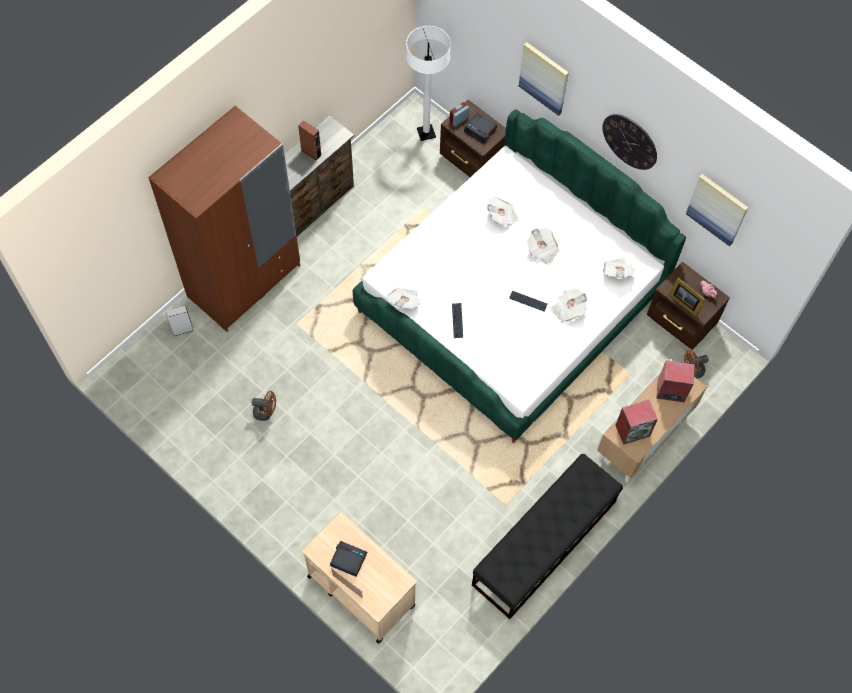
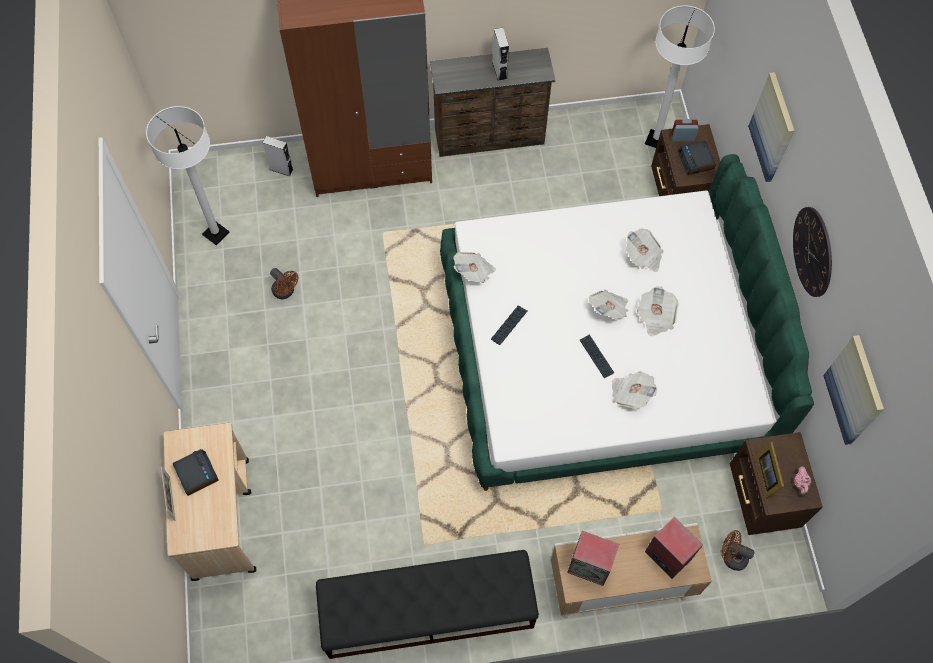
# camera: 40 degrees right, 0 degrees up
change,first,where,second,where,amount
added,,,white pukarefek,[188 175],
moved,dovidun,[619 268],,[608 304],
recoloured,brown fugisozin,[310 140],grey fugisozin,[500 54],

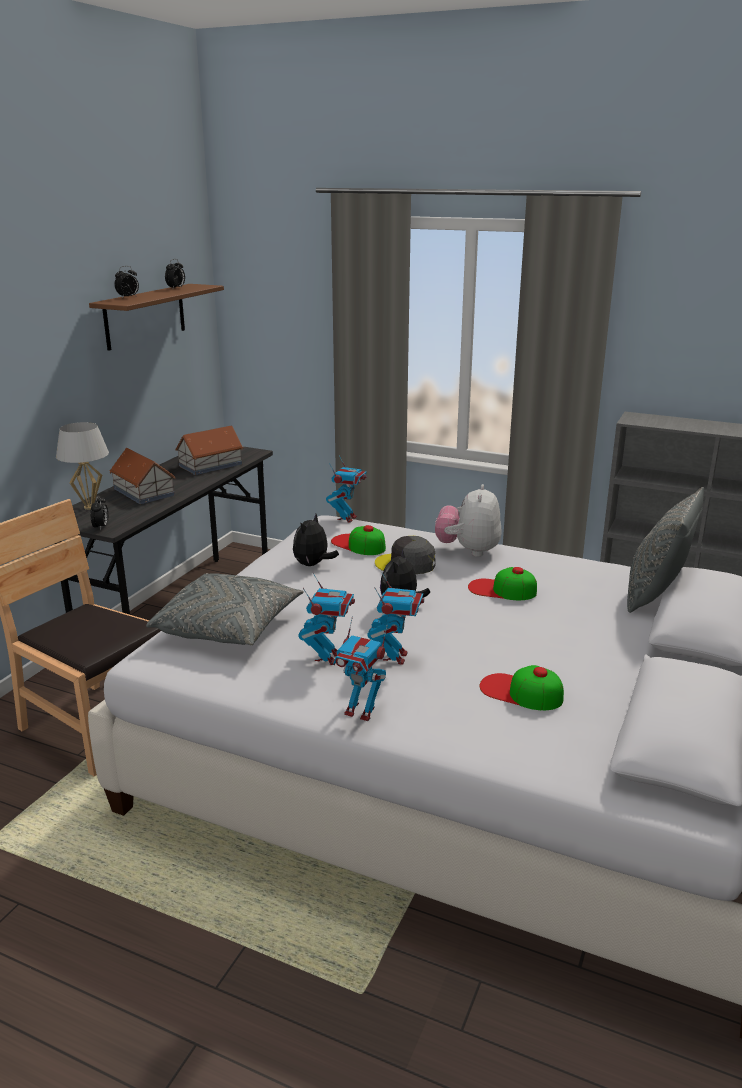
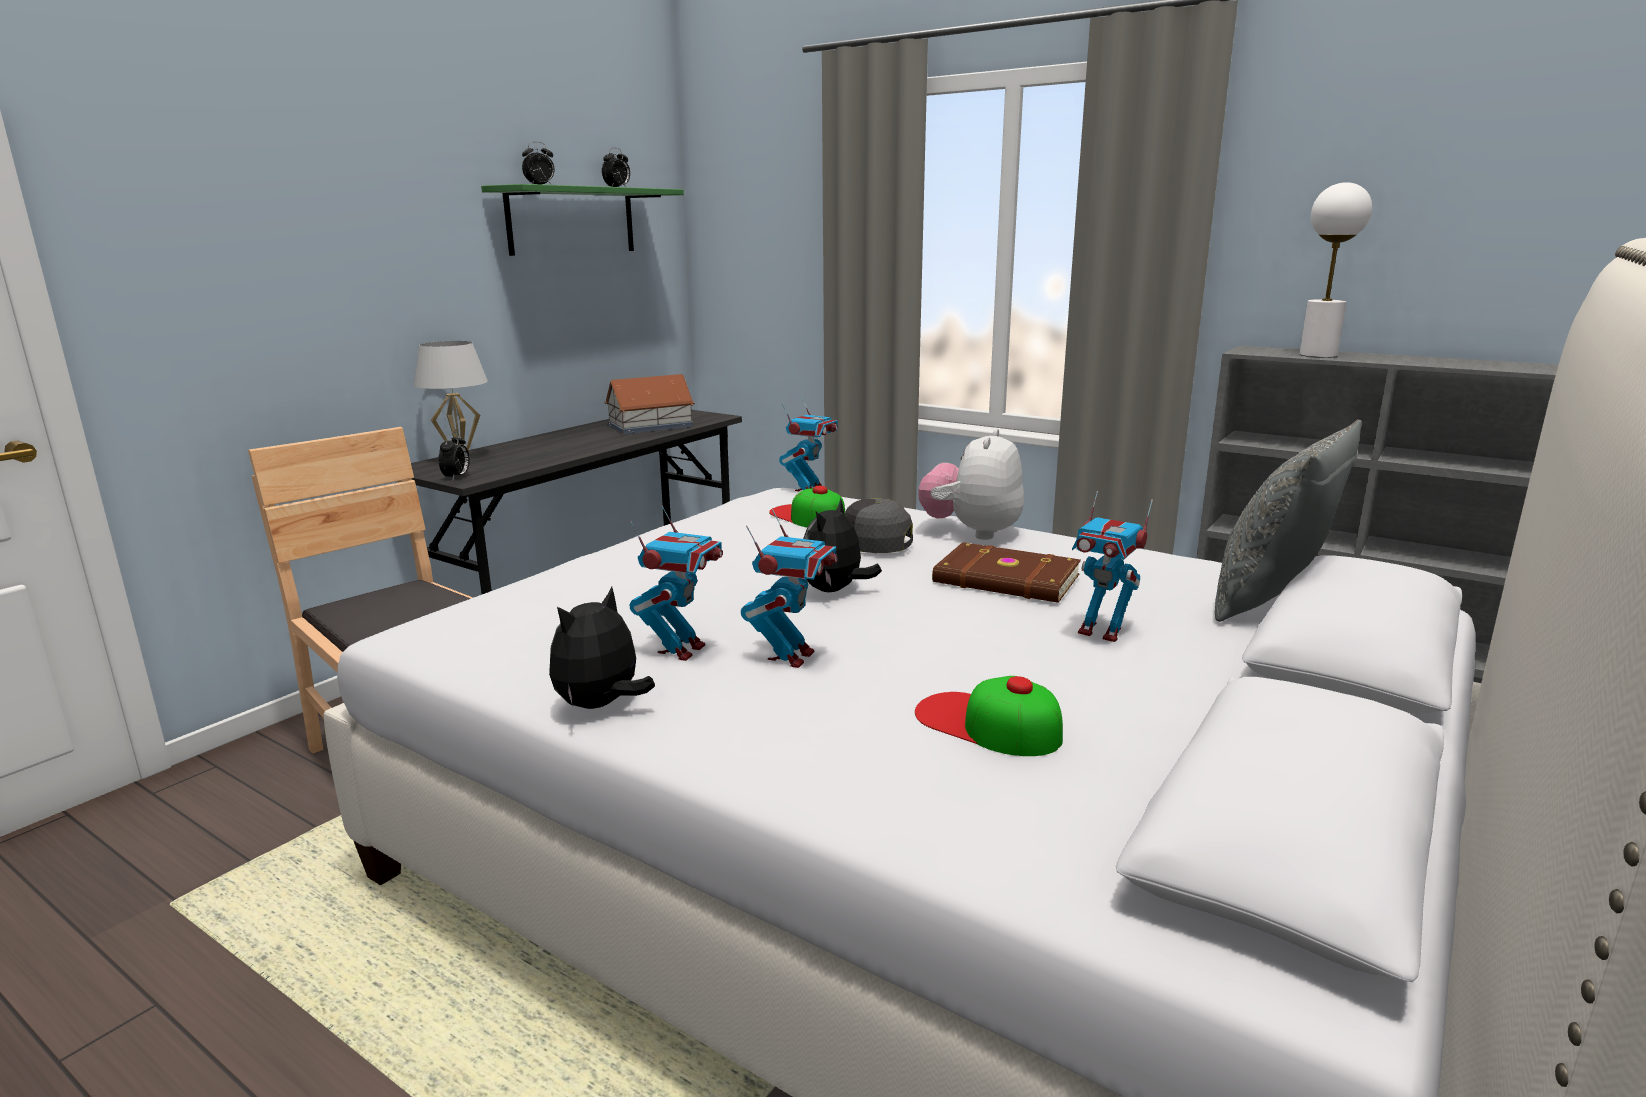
# camera: 10 degrees right, 5 degrees down
change,first,where,second,where,amount
removed,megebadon,[143 476],,,
removed,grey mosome,[225 609],,,
added,,,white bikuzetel,[1336 270],
moved,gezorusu,[316 540],,[602 648],
moved,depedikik,[360 669],,[1112 566],
replaced,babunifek,[502 583],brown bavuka,[1006 572],
recoloured,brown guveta,[156 317],green guveta,[582 220],

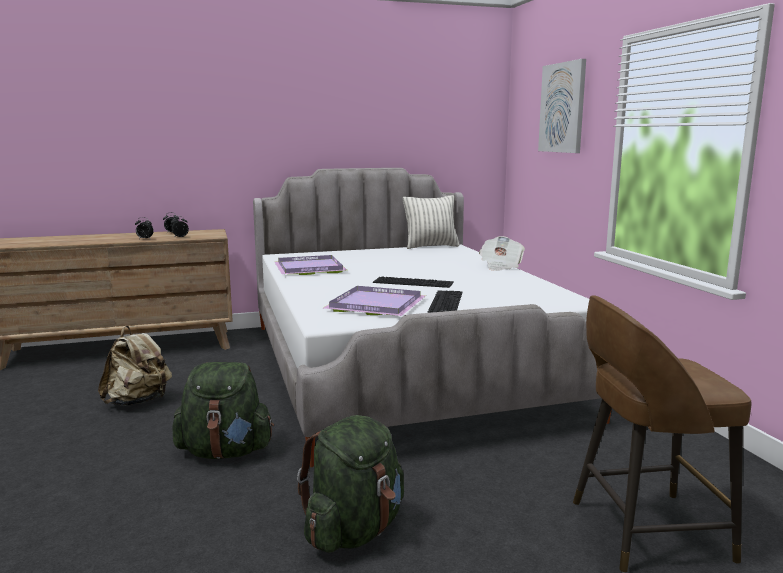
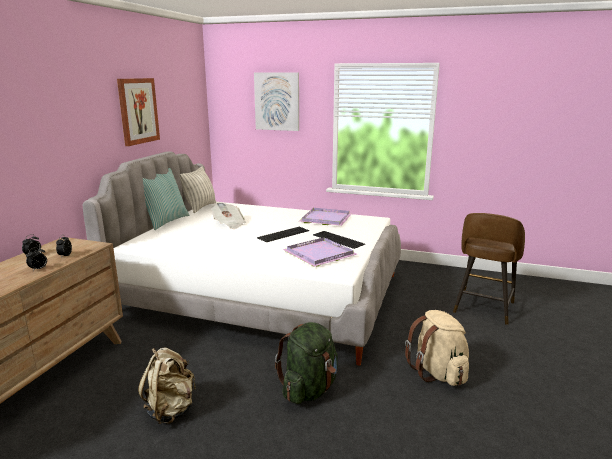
# camera: 55 degrees left, 5 degrees up
change,first,where,second,where,amount
added,,,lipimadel,[138 112],
added,,,mosome,[166 199],
moved,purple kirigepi,[310 265],,[325 217],
moved,dovidun,[502 253],,[228 215],
recoloured,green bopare,[350 484],beige bopare,[437 348],

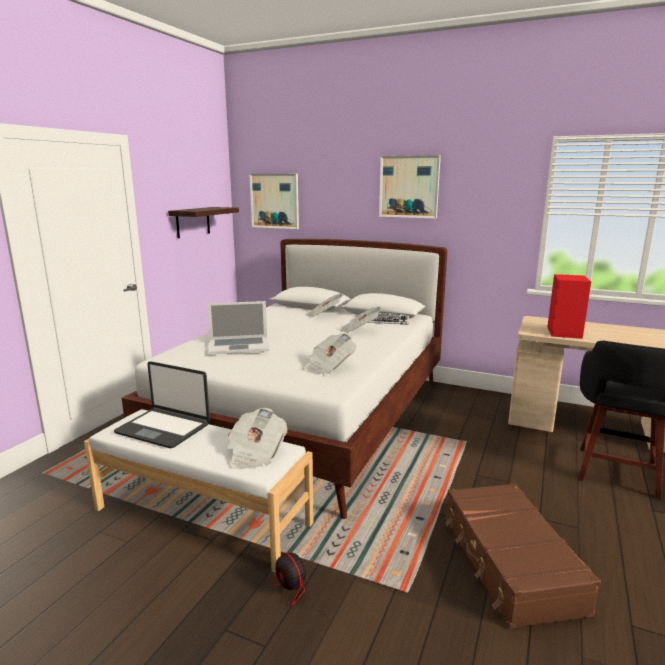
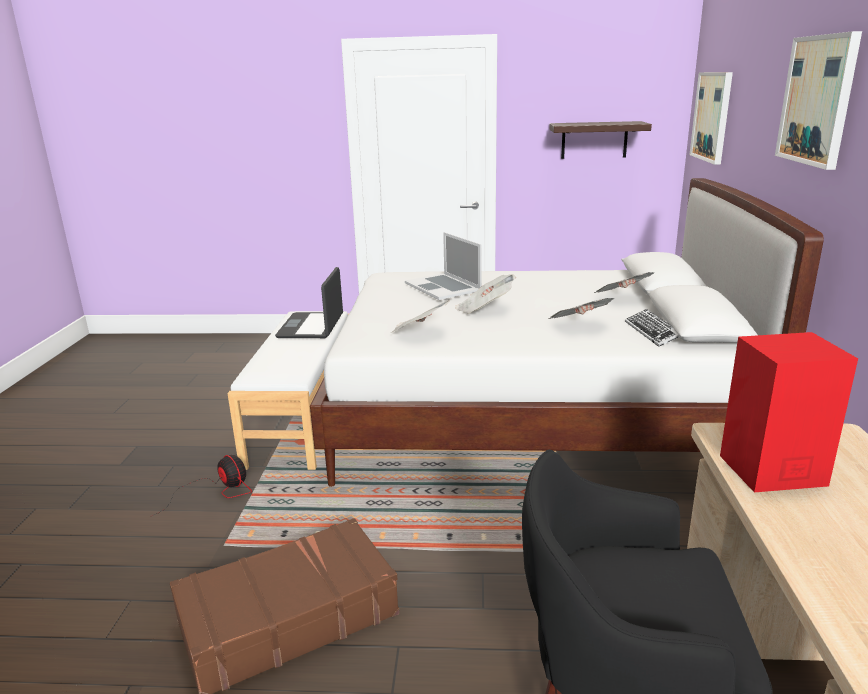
# camera: 70 degrees right, 5 degrees up
change,first,where,second,where,amount
moved,dovidun,[257 438],,[485 294],
turned,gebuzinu,[314 584],,[202 485],105 degrees clockwise

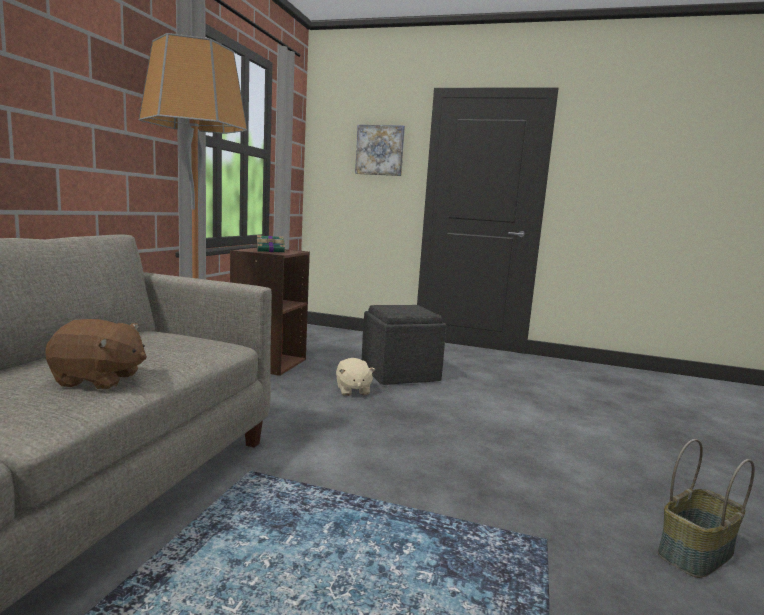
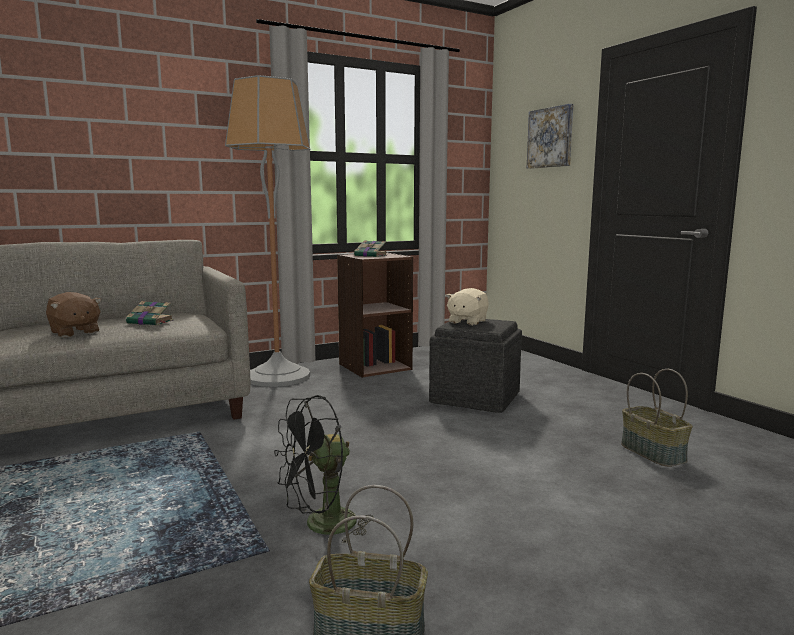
# camera: 45 degrees right, 0 degrees up
change,first,where,second,where,amount
added,,,bavuka,[149 313],
added,,,black gebuzinu,[324 469],
added,,,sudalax,[656 418],
moved,beige gezorusu,[355 377],,[467 306],

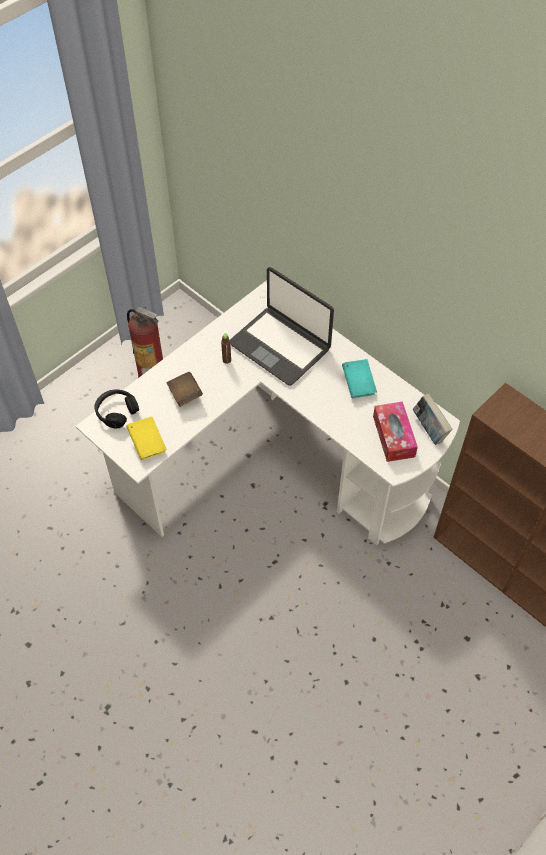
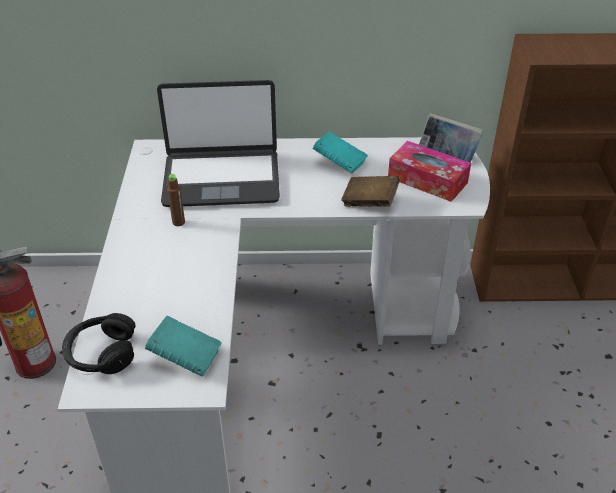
# camera: 45 degrees left, 15 degrees down
change,first,where,second,where,amount
moved,brown bavuka,[185 389],,[370 191],
recoloured,yellow bavuka,[146 438],turquoise bavuka,[183 346],

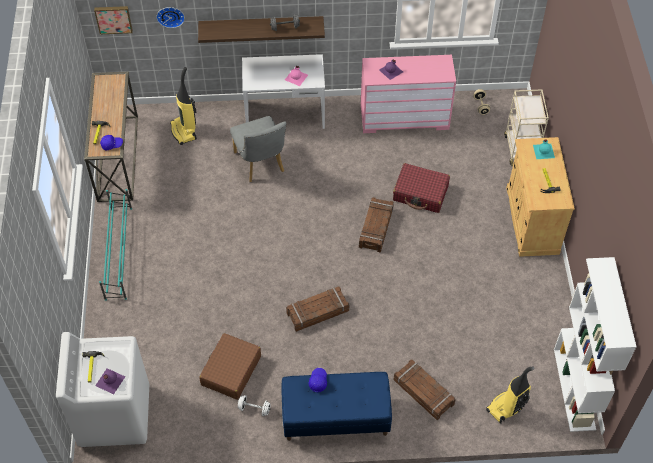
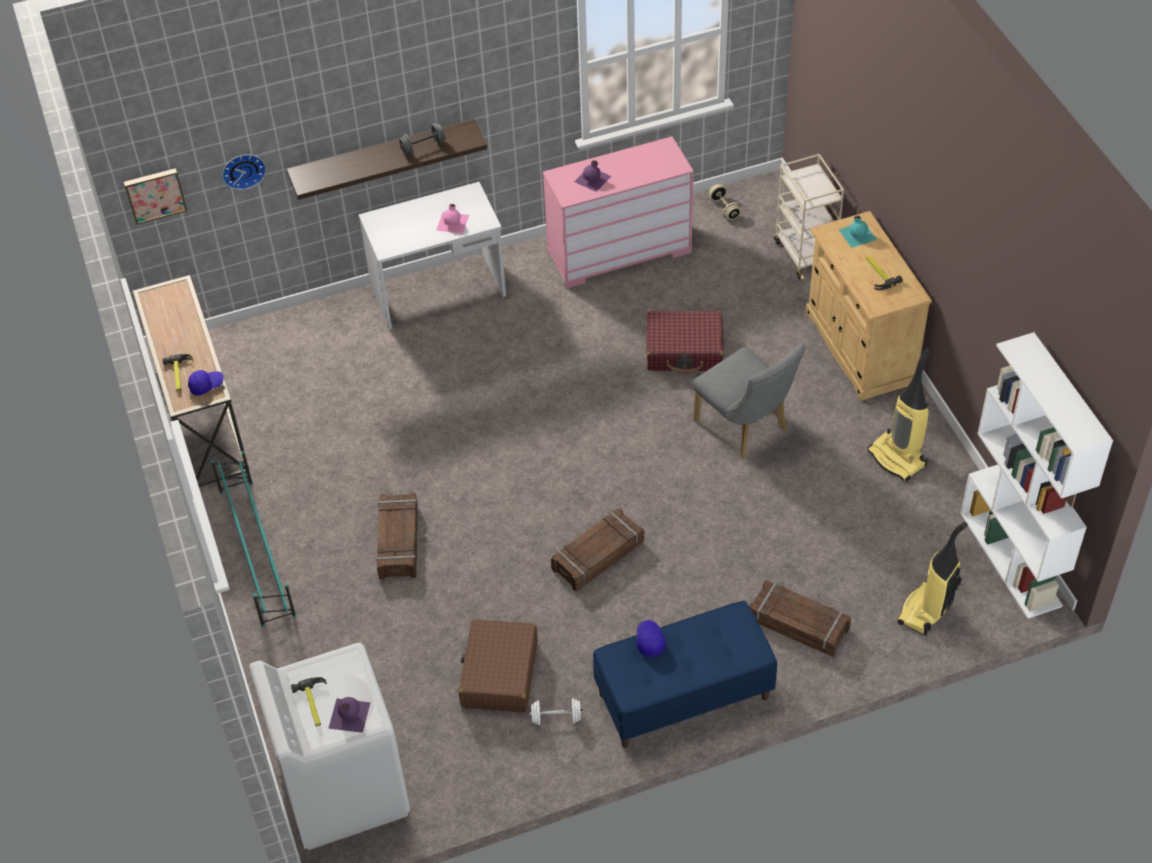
# camera: 15 degrees left, 5 degrees down
change,first,where,second,where,amount
moved,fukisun,[183 106],,[899 415],
moved,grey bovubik,[258 149],,[749 401],
moved,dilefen,[376 224],,[397 536],

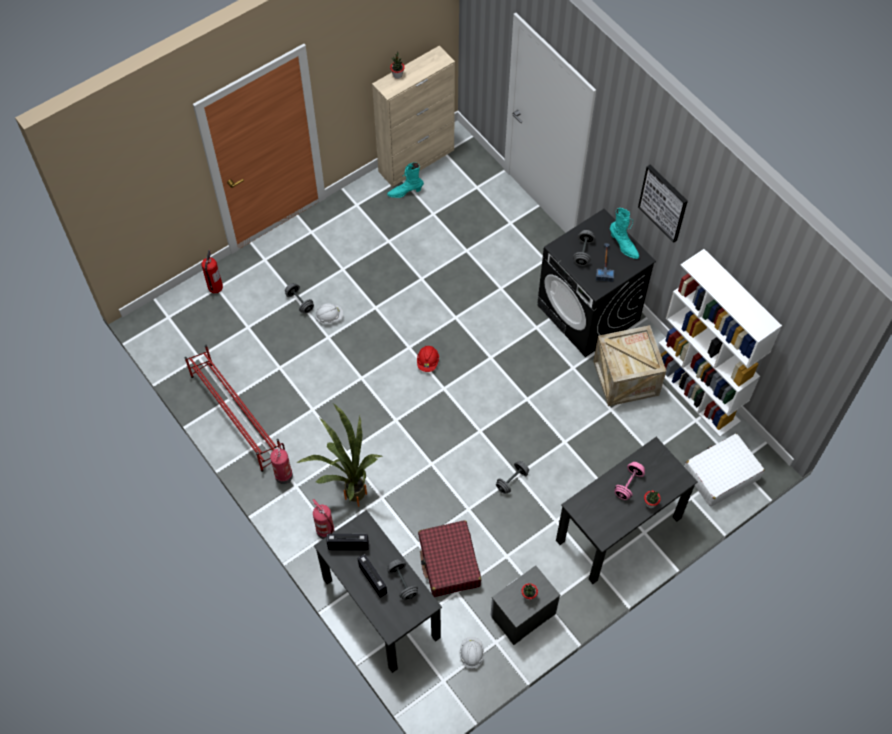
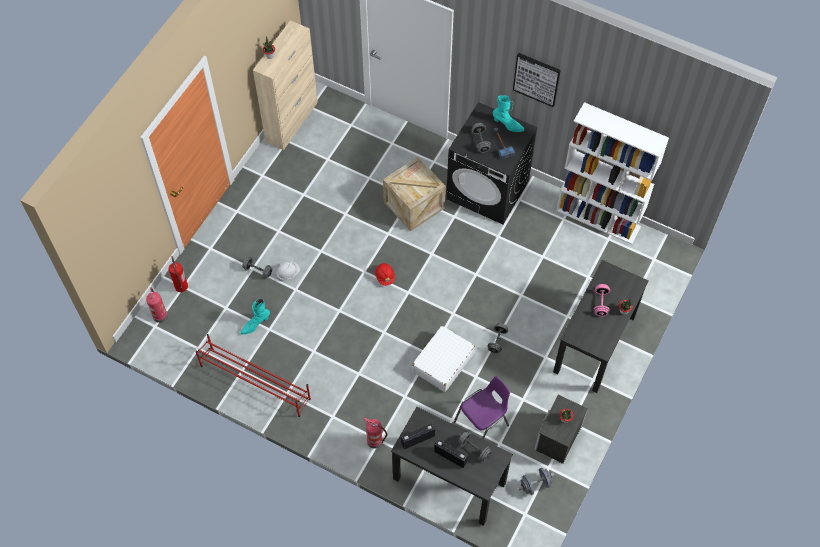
# camera: 25 degrees left, 0 degrees up
change,first,where,second,where,amount
removed,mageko,[340 455],,,
moved,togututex,[281 463],,[157 305],
moved,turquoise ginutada,[405 180],,[255 317],
moved,dilefen,[629 365],,[414 194],
moved,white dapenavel,[724 470],,[443 359],
replaced,red dapenavel,[449 558],purple bovubik,[482 408],
replaced,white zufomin,[471 653],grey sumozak,[536 481],

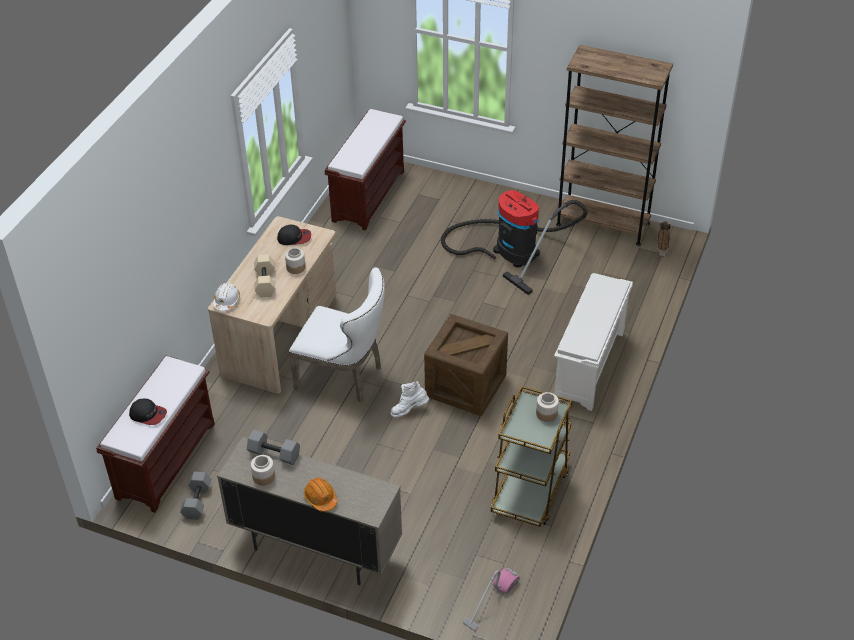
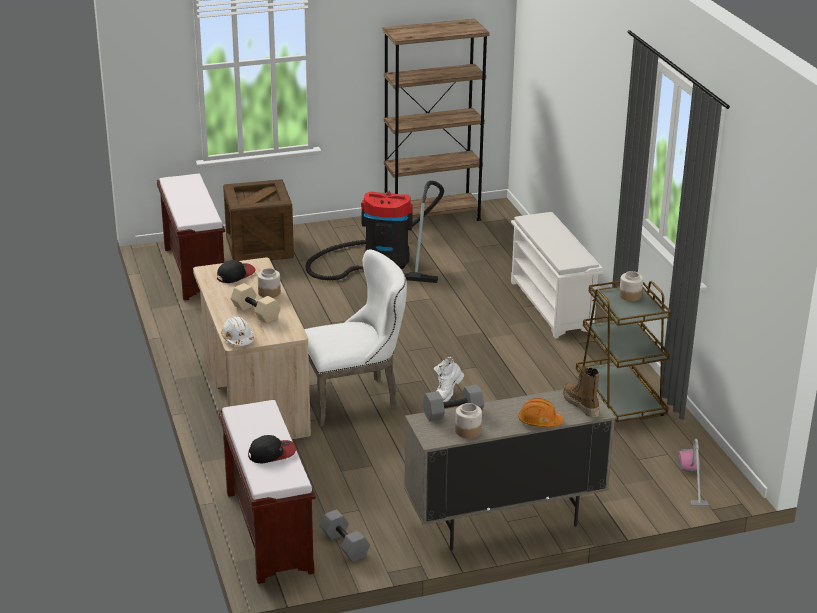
# camera: 40 degrees left, 15 degrees down
change,first,where,second,where,amount
moved,dilefen,[466 365],,[258 220],
moved,ginutada,[664 239],,[581 392],

